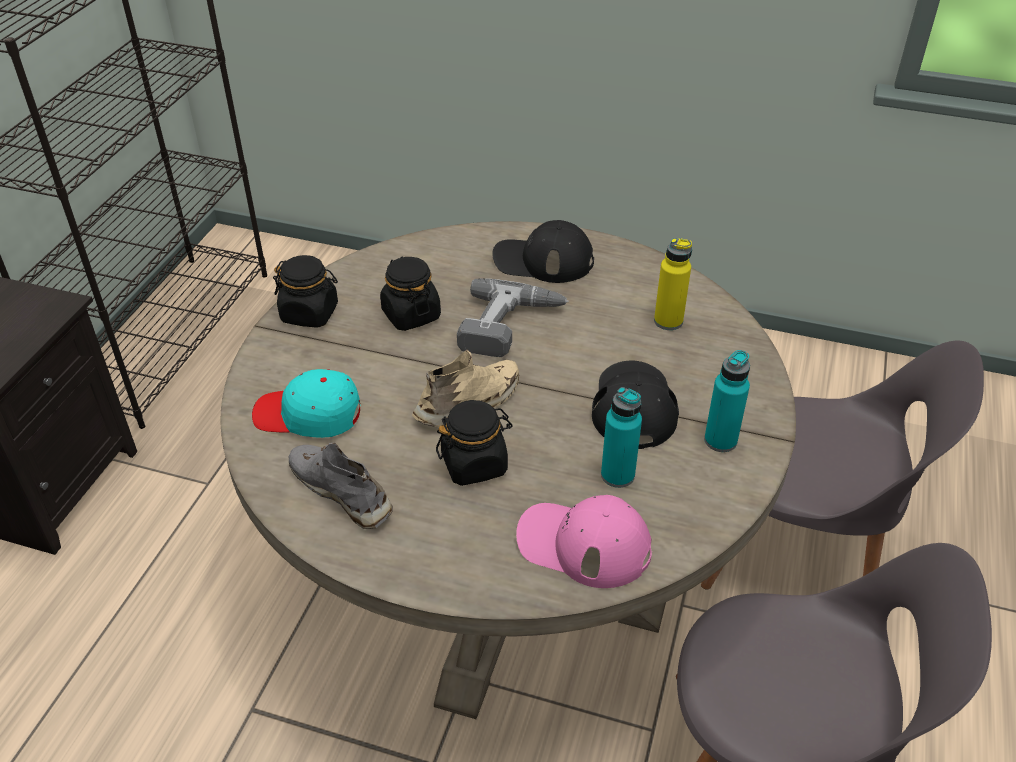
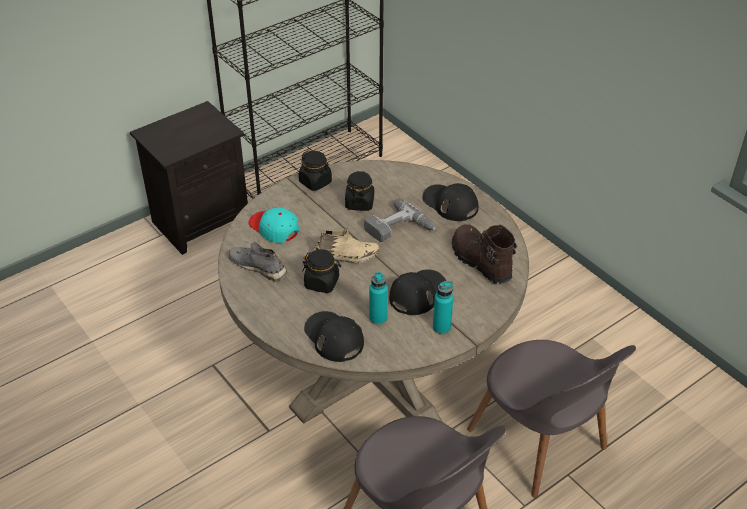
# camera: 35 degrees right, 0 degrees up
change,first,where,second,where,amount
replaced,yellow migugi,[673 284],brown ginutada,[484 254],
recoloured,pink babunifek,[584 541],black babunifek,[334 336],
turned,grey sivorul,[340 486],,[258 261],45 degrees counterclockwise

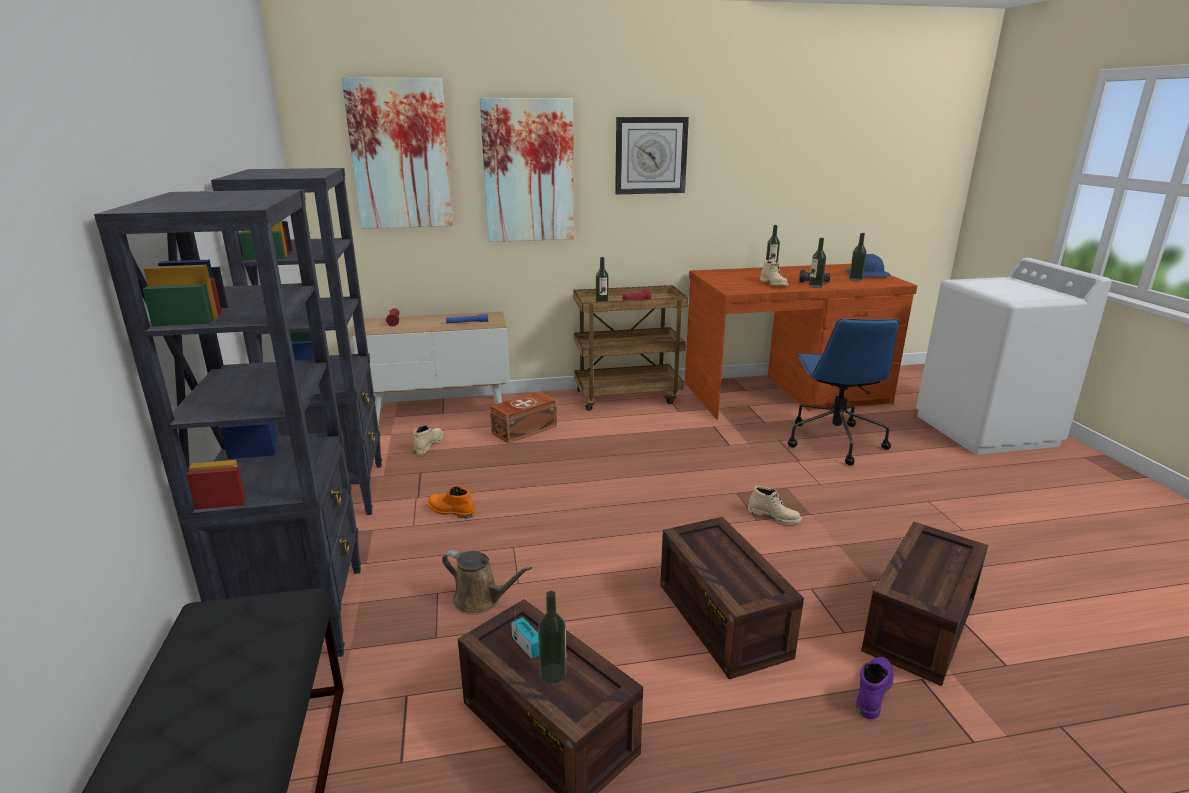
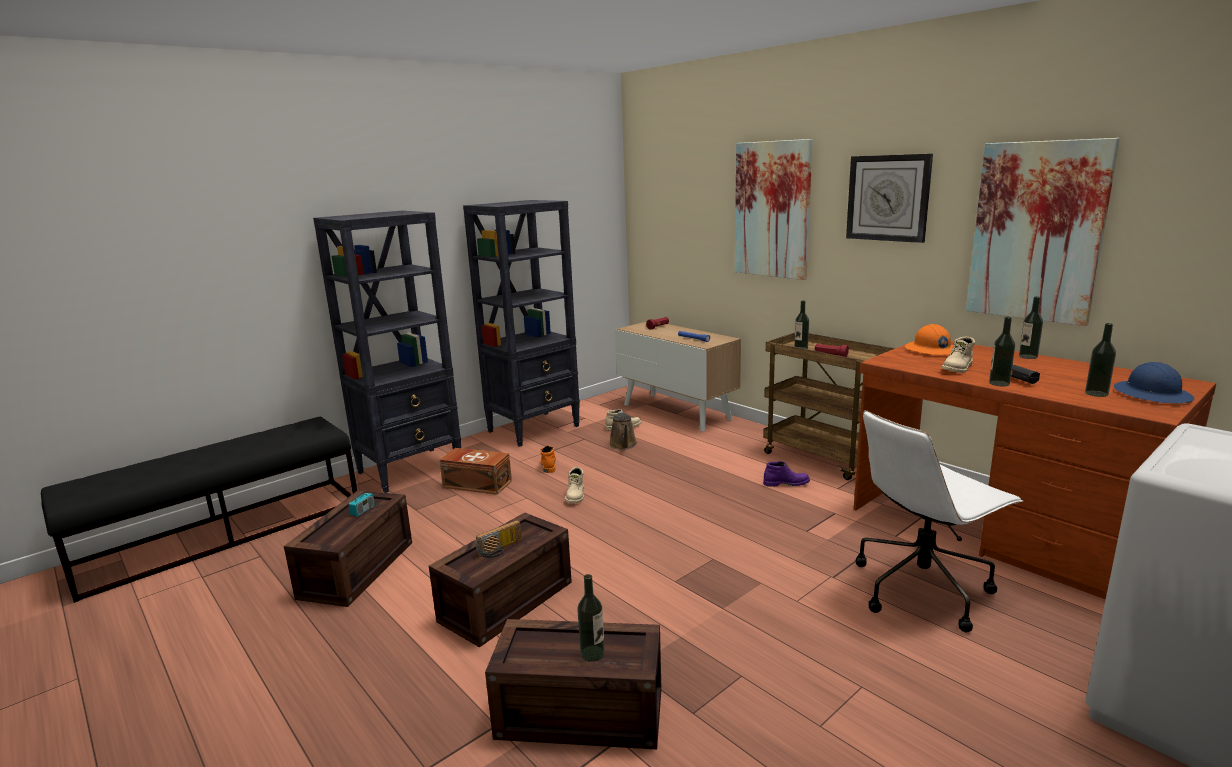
# camera: 60 degrees right, 5 degrees down
change,first,where,second,where,amount
added,,,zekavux,[498 539],
added,,,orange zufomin,[929 339],
moved,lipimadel,[397 153],,[1043 232],
moved,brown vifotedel,[487 582],,[623 430],
moved,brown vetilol,[523 417],,[475 471],
moved,migugi,[552 637],,[591 618],
moved,beige ginutada,[775 505],,[574 485],
moved,purple ginutada,[875 688],,[786 474],
recoloured,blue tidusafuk,[843 391],white tidusafuk,[939 521],

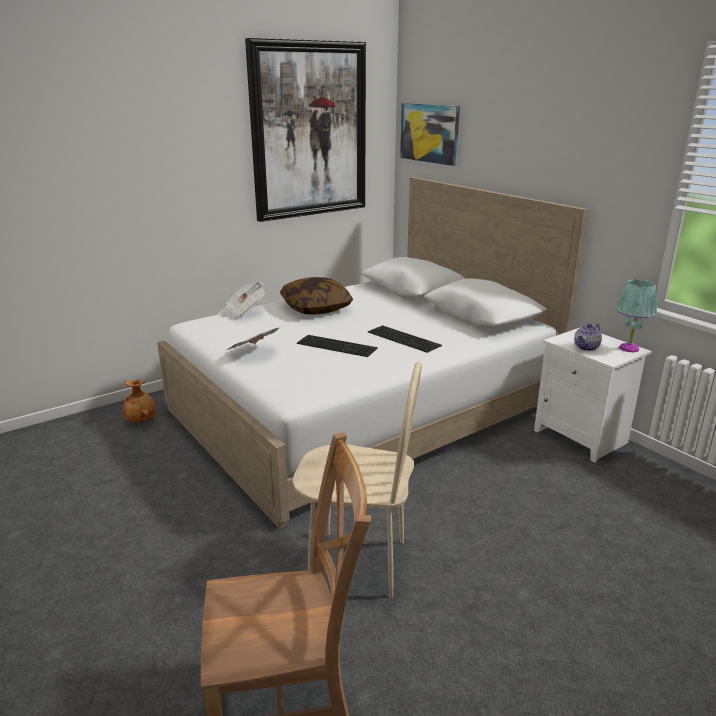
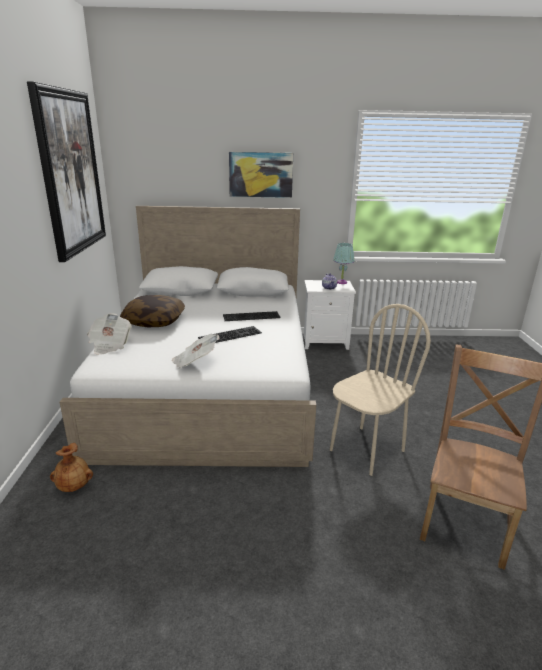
# camera: 55 degrees left, 0 degrees up
change,first,where,second,where,amount
moved,lipimadel,[430 134],,[261 175],

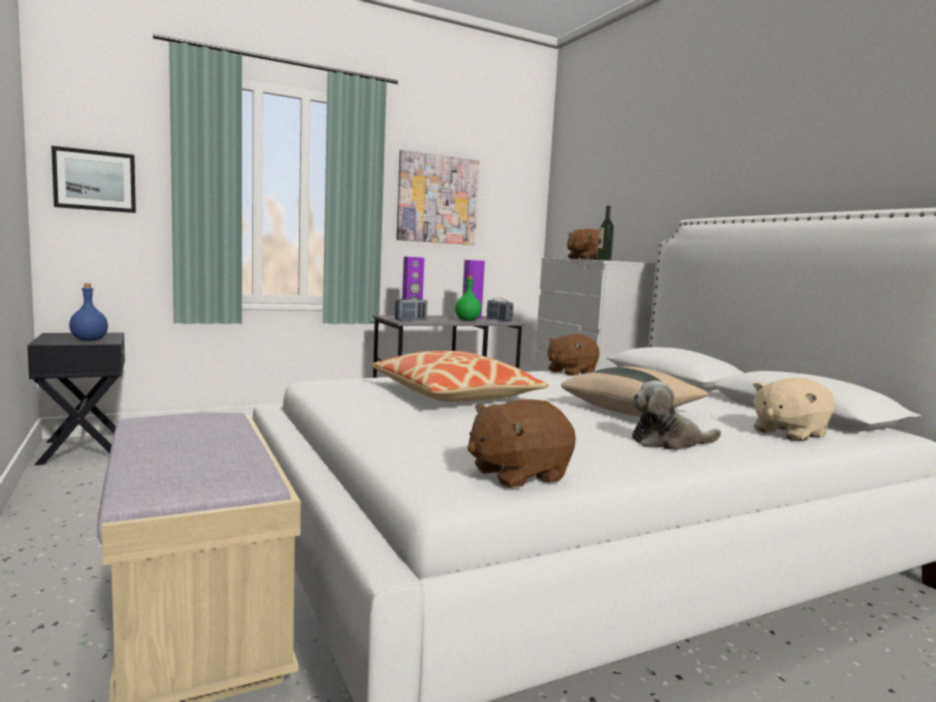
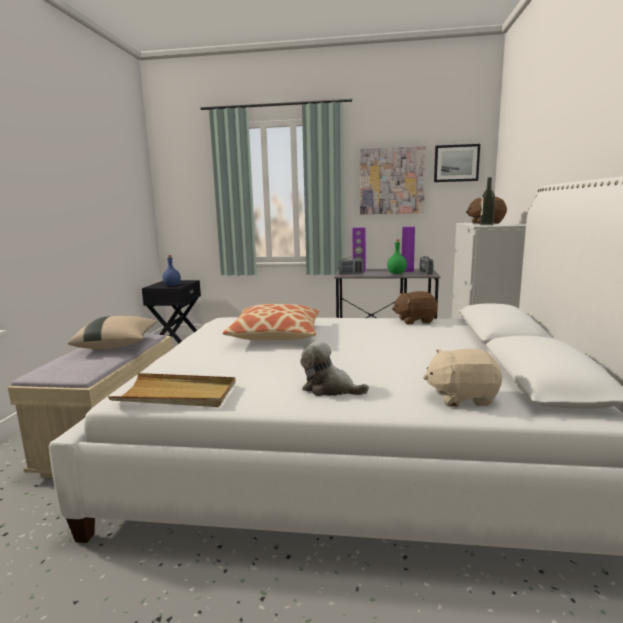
# camera: 35 degrees right, 5 degrees up
change,first,where,second,where,amount
moved,lipimadel,[93 179],,[457 163],
moved,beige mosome,[635 391],,[112 332],
replaced,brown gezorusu,[521 443],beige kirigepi,[172 390],

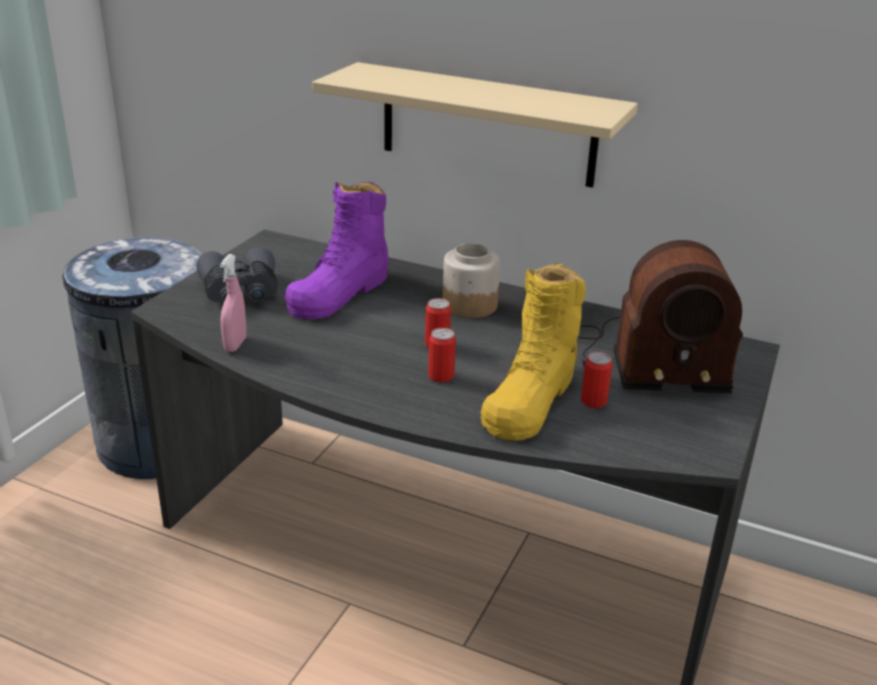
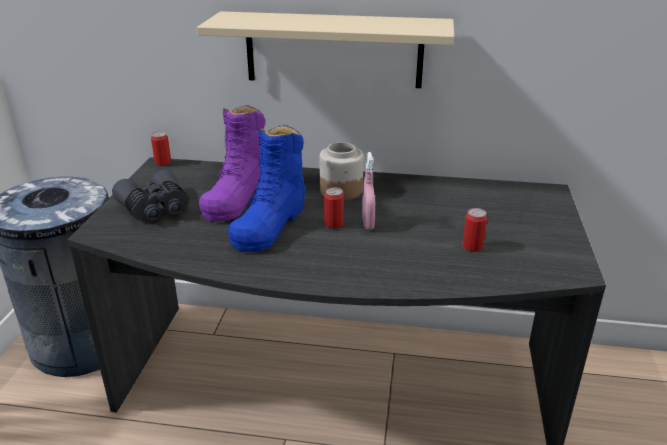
# camera: 15 degrees left, 0 degrees up
change,first,where,second,where,amount
removed,yellow ginutada,[533 352],,,
removed,zekavux,[660 316],,,
added,,,blue ginutada,[267 188],
moved,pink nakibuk,[233 303],,[368 191],
moved,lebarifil,[442 355],,[161 148],

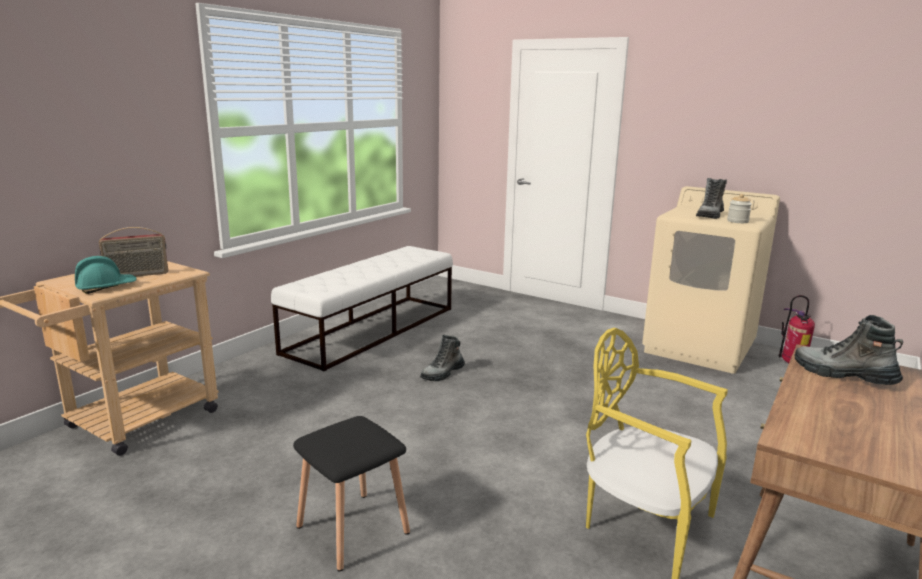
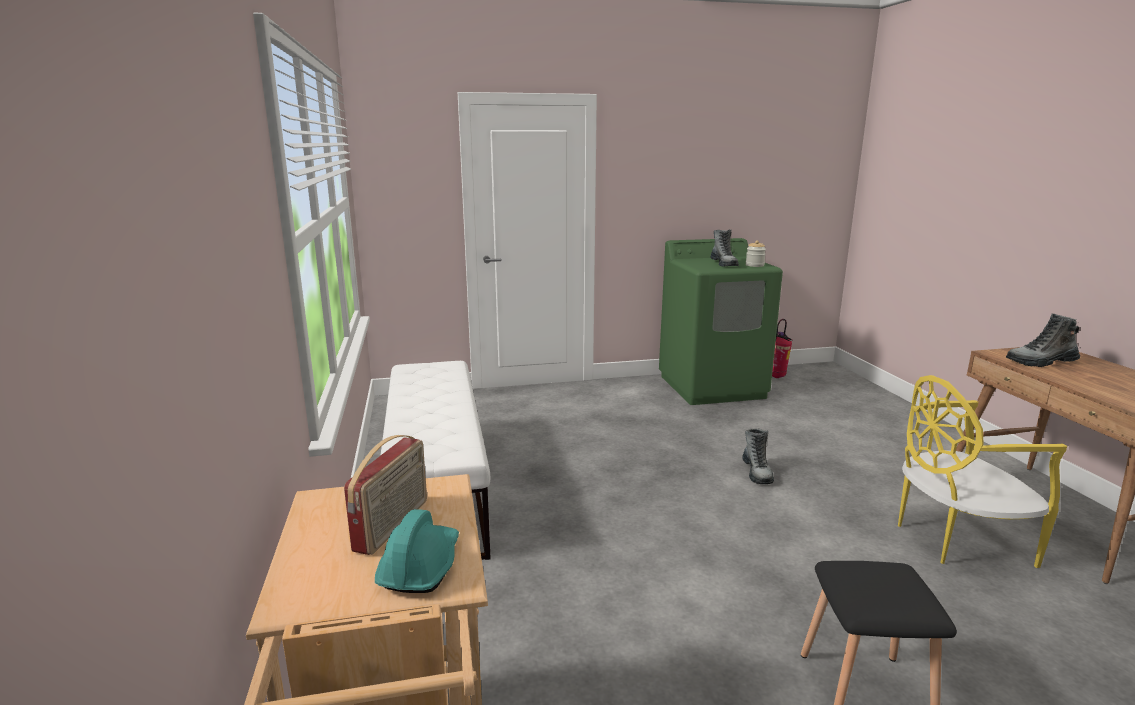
# camera: 45 degrees left, 0 degrees up
change,first,where,second,where,amount
moved,ginutada,[442 358],,[758 456],
recoloured,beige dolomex,[711 280],green dolomex,[721 321],

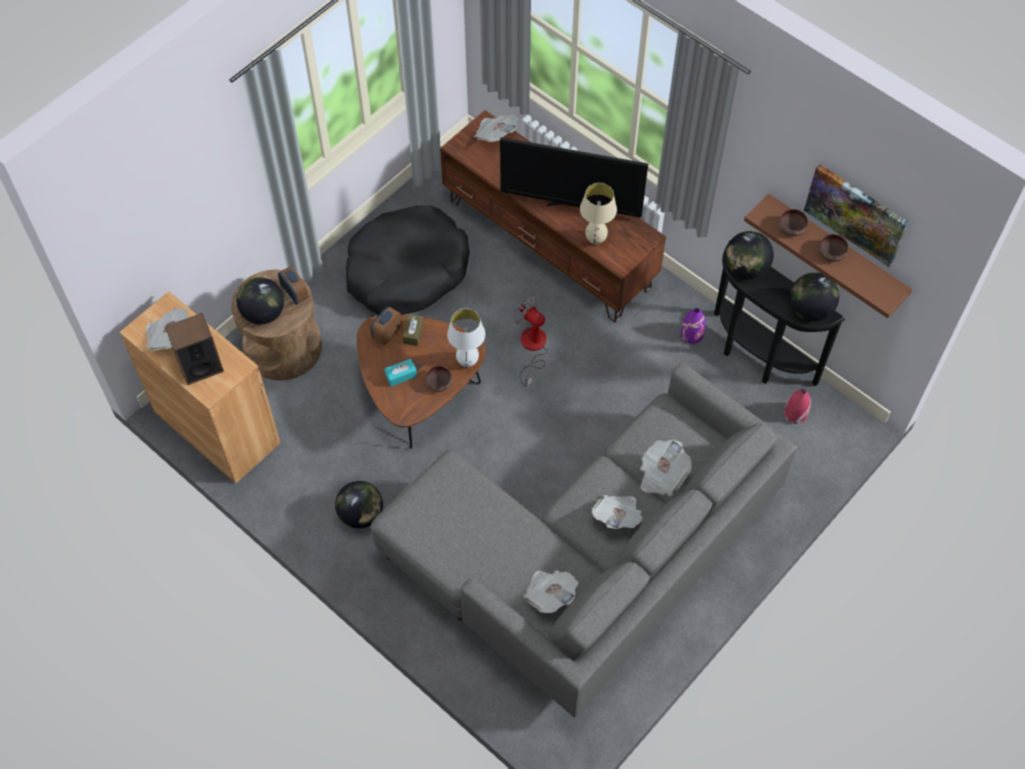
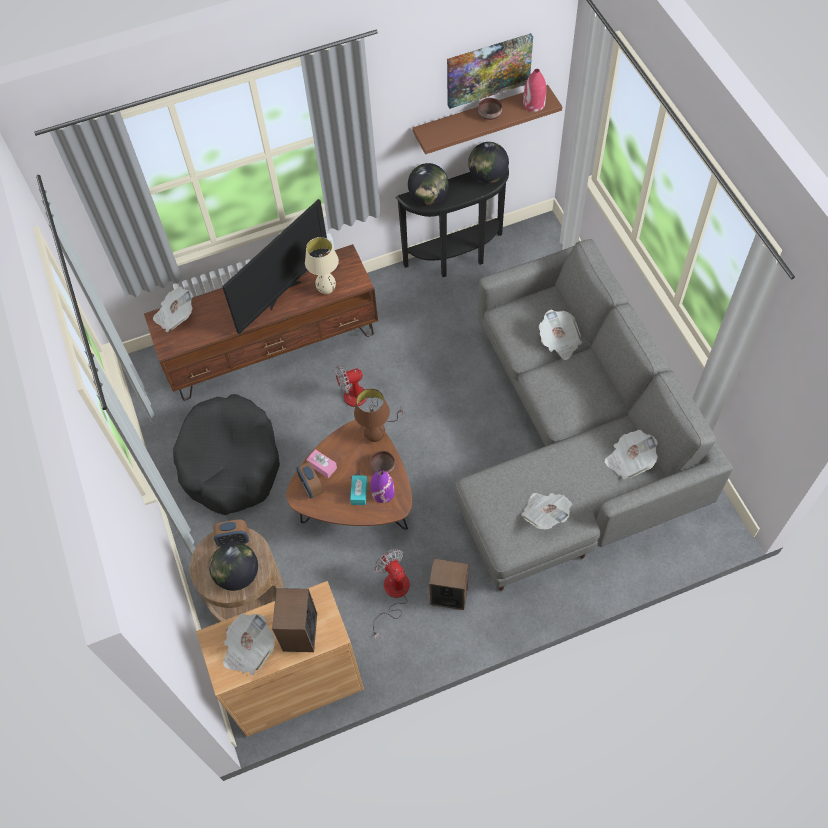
# camera: 60 degrees left, 0 degrees up
change,first,where,second,where,amount
removed,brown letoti,[793 222],,,
added,,,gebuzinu,[391 594],
moved,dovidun,[617 512],,[546 511],
moved,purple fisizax,[693 326],,[383 486],
moved,red fisizax,[797 406],,[534 90],
replaced,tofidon,[359 505],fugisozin,[448 584],
recoloured,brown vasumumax,[413 330],pink vasumumax,[321 463],
recoloured,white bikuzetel,[466 337],brown bikuzetel,[372 415],

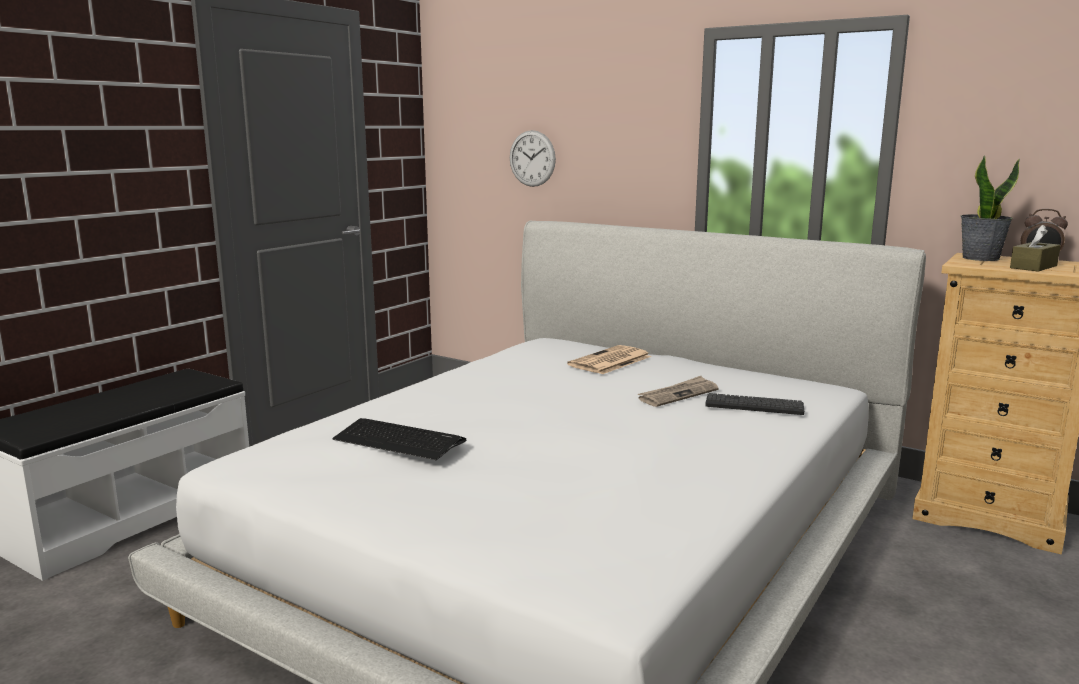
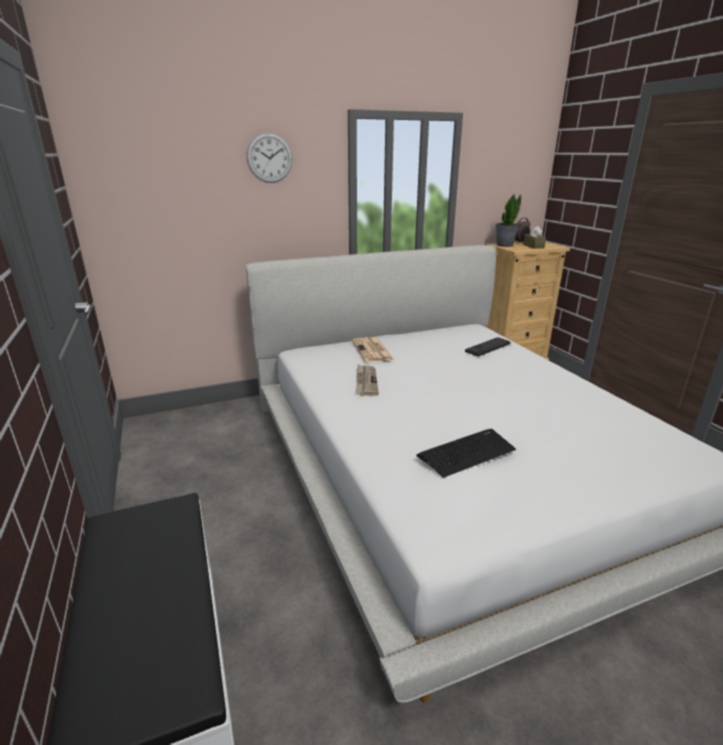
# camera: 55 degrees left, 10 degrees up
change,first,where,second,where,amount
moved,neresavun,[533 158],,[269 157],
moved,dovidun,[678 391],,[367 380],

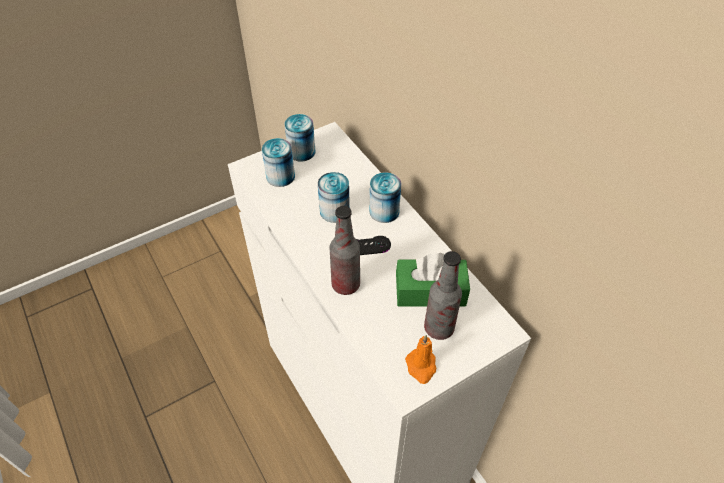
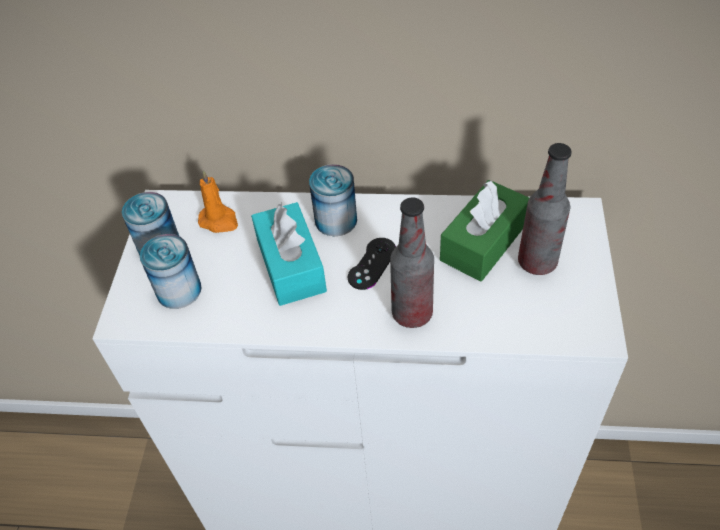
# camera: 50 degrees left, 0 degrees up
change,first,where,second,where,amount
moved,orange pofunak,[420 359],,[218 201],
replaced,lebarifil,[334 197],turquoise vasumumax,[289 254],

